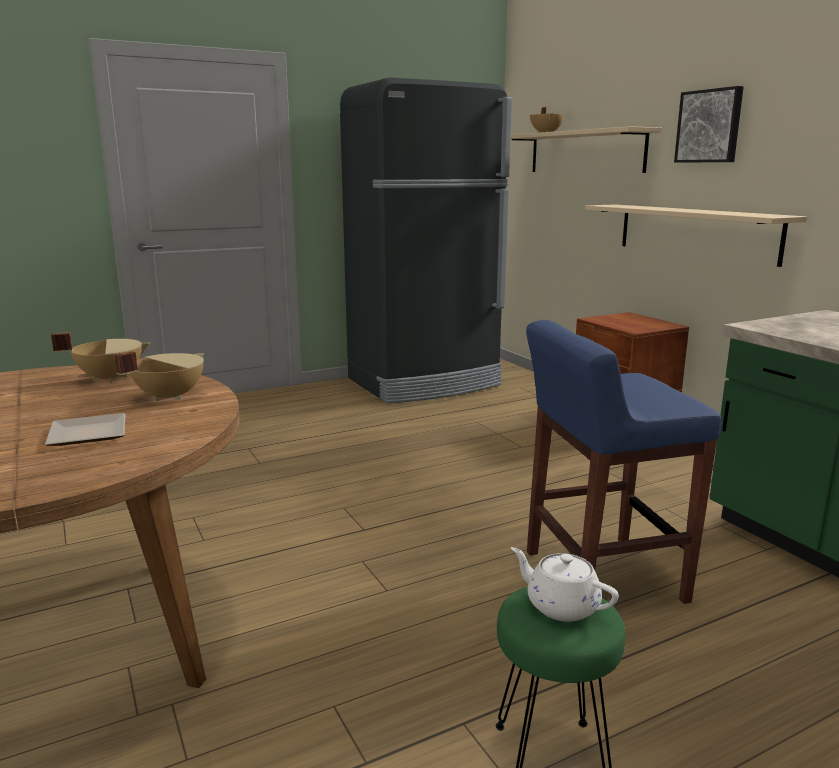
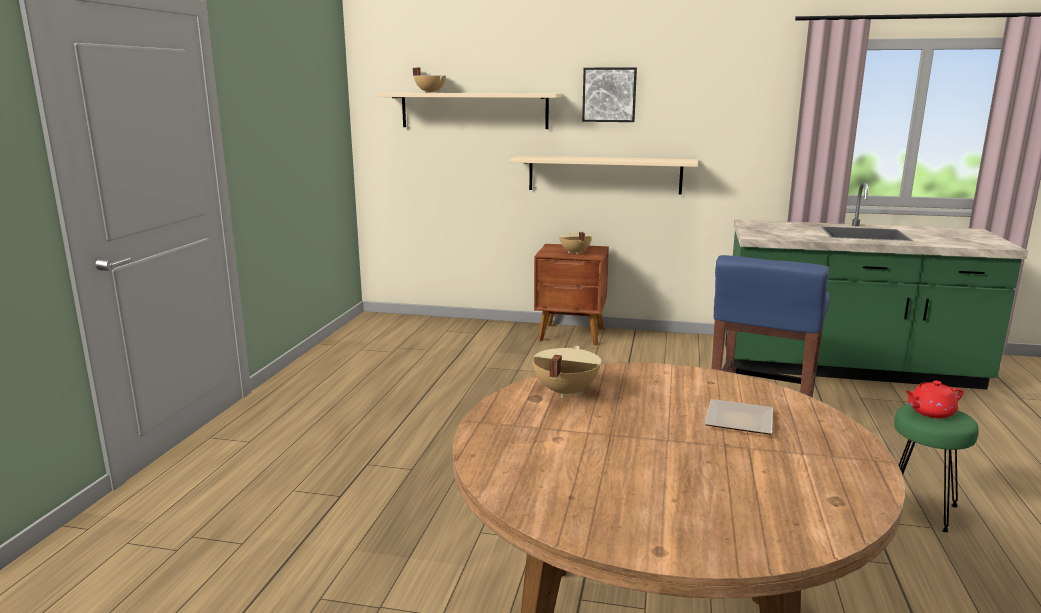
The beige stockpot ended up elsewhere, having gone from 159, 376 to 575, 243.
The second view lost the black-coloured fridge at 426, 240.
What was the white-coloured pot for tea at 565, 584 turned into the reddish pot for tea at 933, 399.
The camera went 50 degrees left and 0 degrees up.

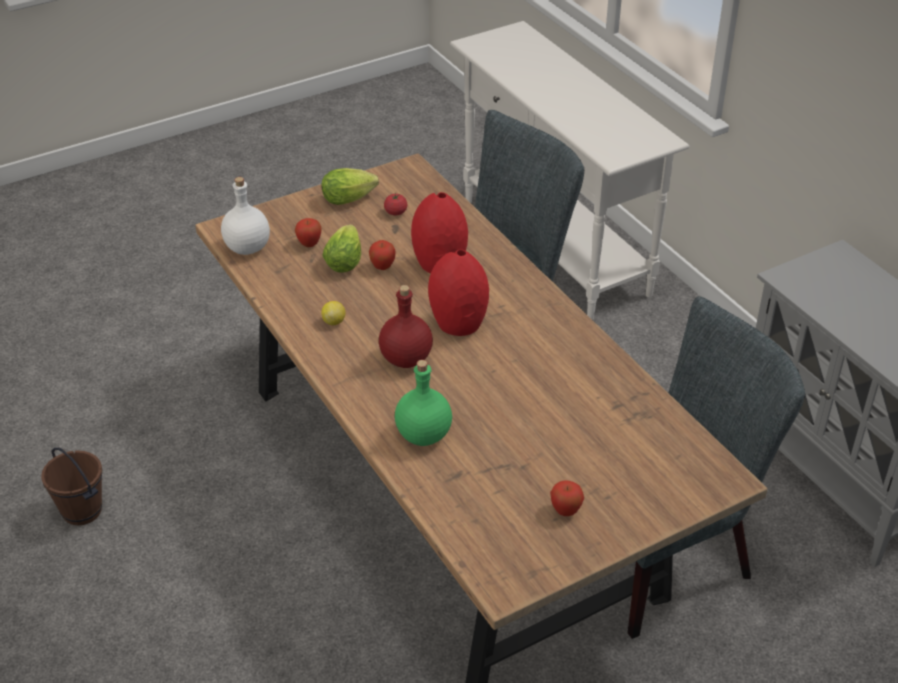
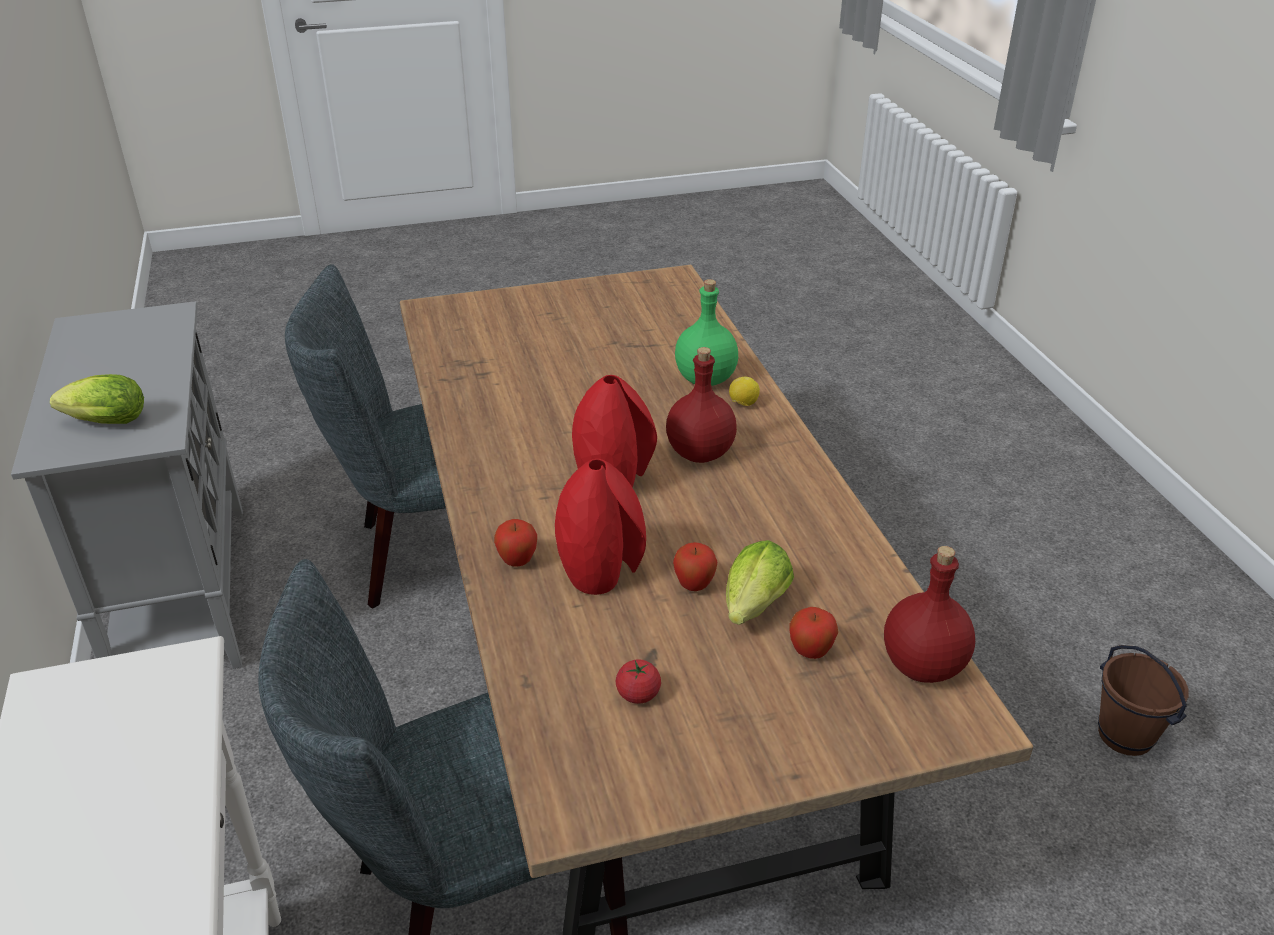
What was the white-coloured drink bottle at 245, 216 turned into the reddish drink bottle at 929, 614.
The head of lettuce ended up elsewhere, having gone from 350, 186 to 97, 399.
The lemon ended up elsewhere, having gone from 333, 313 to 744, 391.
The apple fruit ended up elsewhere, having gone from 567, 498 to 515, 543.
The camera went 165 degrees left and 5 degrees down.

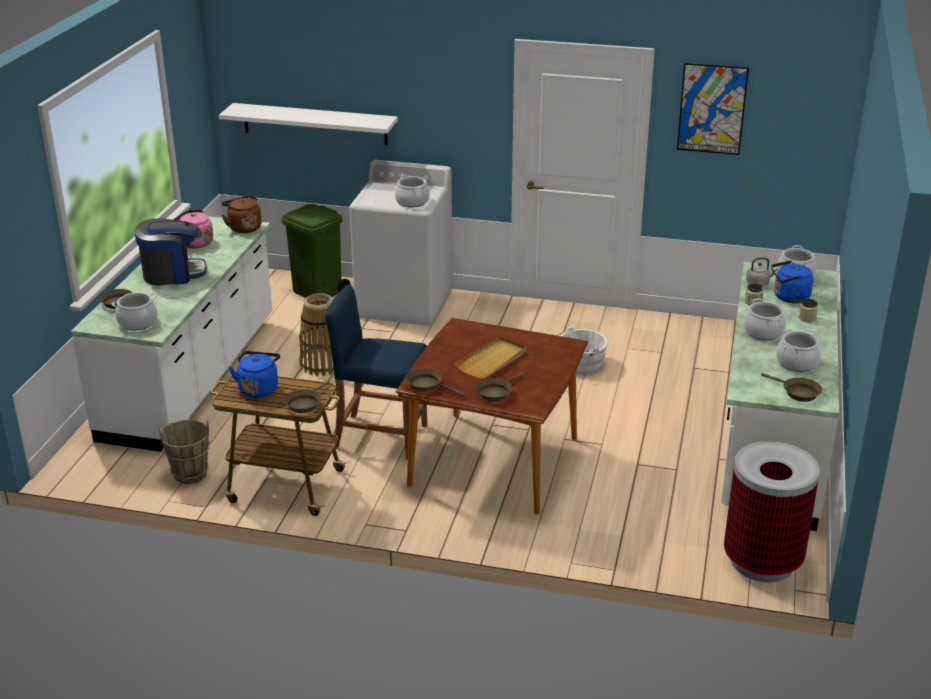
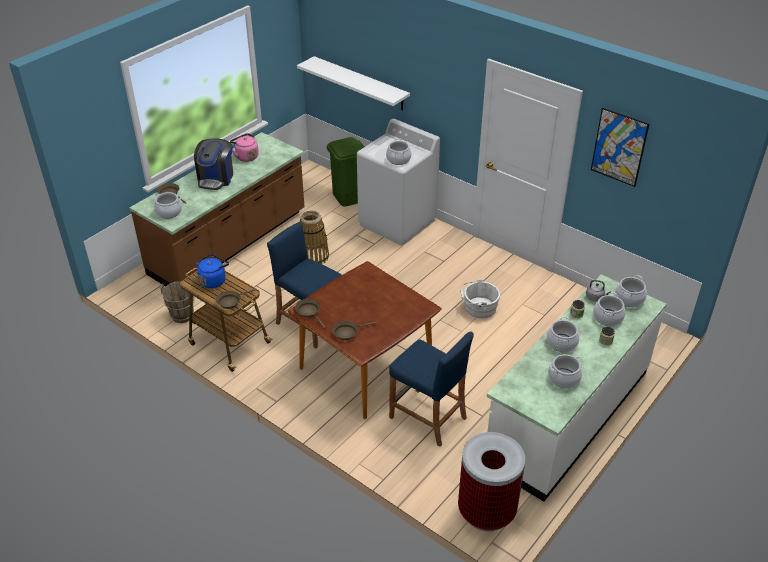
What was the white-coloured kitchen counter at 171, 334 turned into the brown-coloured kitchen counter at 217, 209.
The coffee machine at 170, 251 ended up facing another way, 90 degrees clockwise from before.
The second view lost the brown-coloured water kettle at 241, 214.
The second view lost the beige carrying tray at 490, 358.
The second view lost the brown-coloured frying pan at 791, 387.
Where the blue-coloured water kettle stood at 792, 281, the stockpot came to stand at 609, 309.
The second view gained the blue-coloured sitting stool at 431, 389.
The camera went 25 degrees right and 10 degrees up.

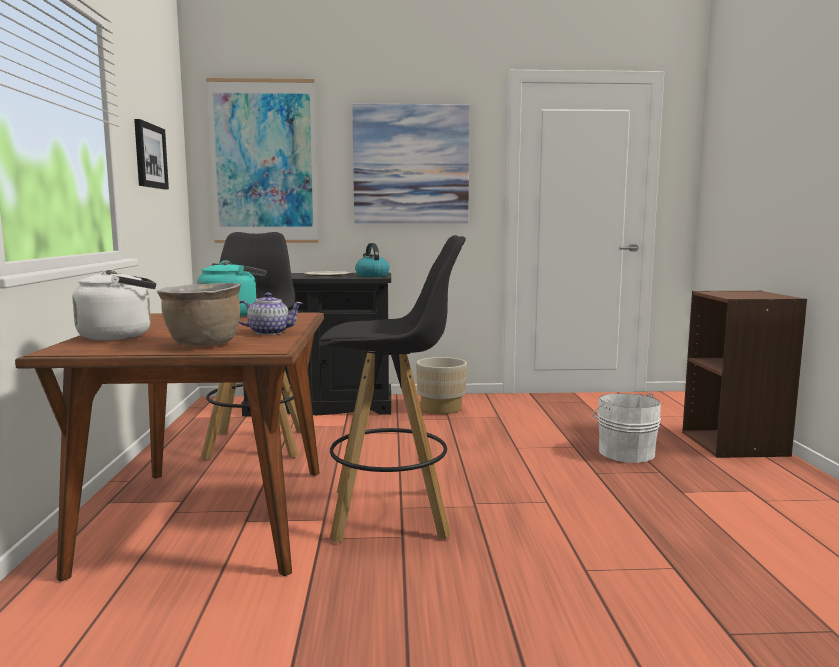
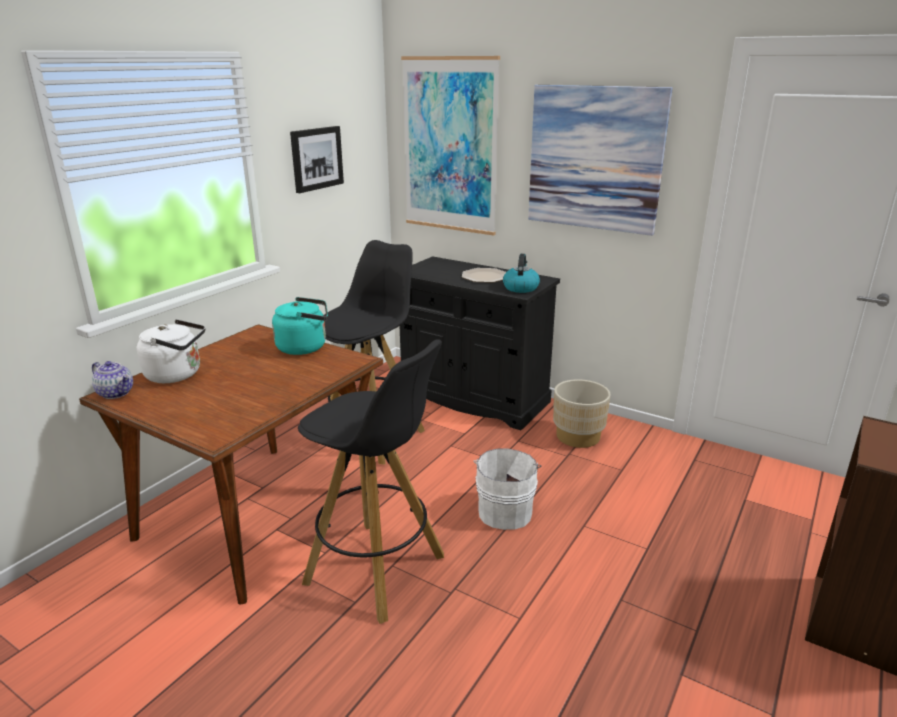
The second view lost the brown-coloured stockpot at 199, 314.
The pot for tea ended up elsewhere, having gone from 271, 313 to 112, 380.
The white-coloured water bucket ended up elsewhere, having gone from 626, 428 to 507, 489.
The camera went 35 degrees right and 15 degrees up.

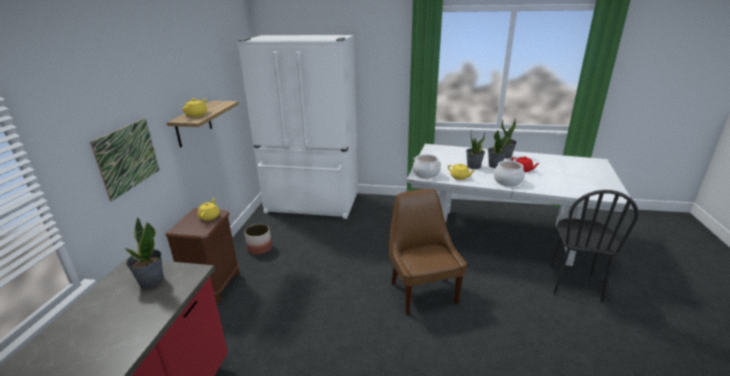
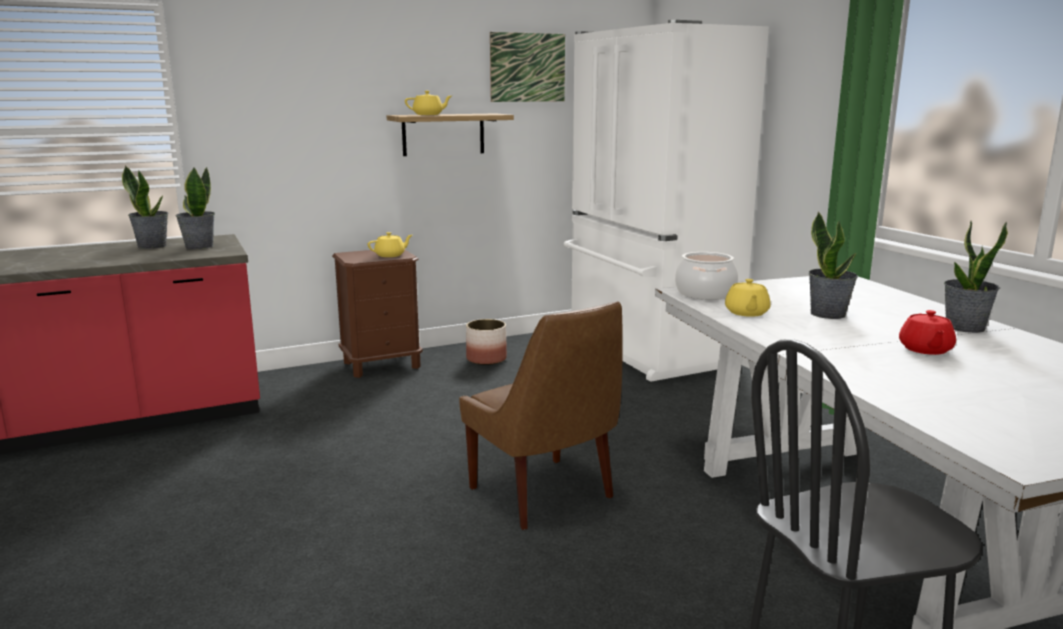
The wall art ended up elsewhere, having gone from 124, 159 to 527, 67.
The brown-coloured plain chair at 428, 251 ended up facing another way, 105 degrees clockwise from before.
The plant in a pot ended up elsewhere, having gone from 499, 148 to 145, 207.
The second view lost the stockpot at 509, 173.
The camera went 55 degrees right and 10 degrees down.

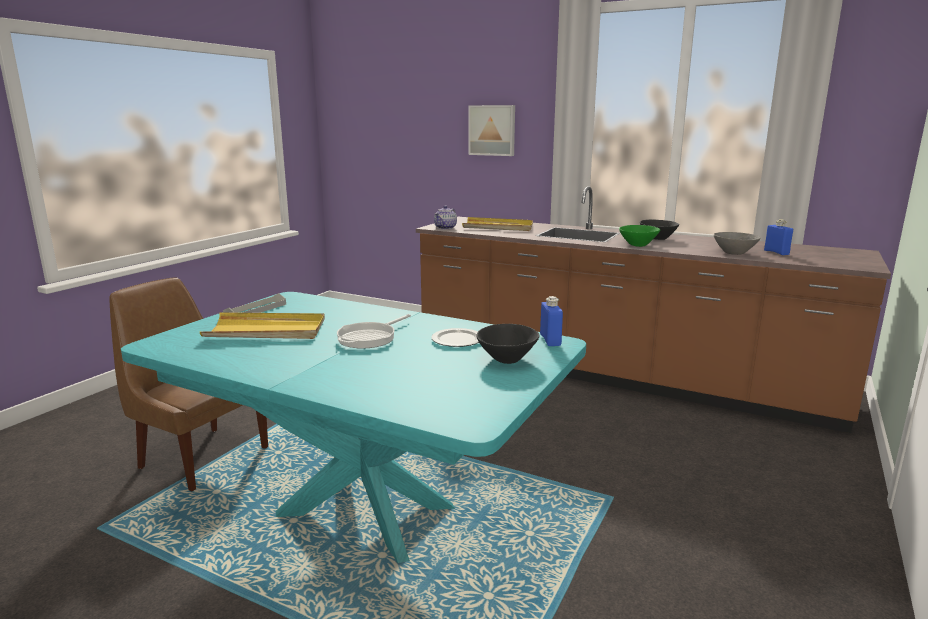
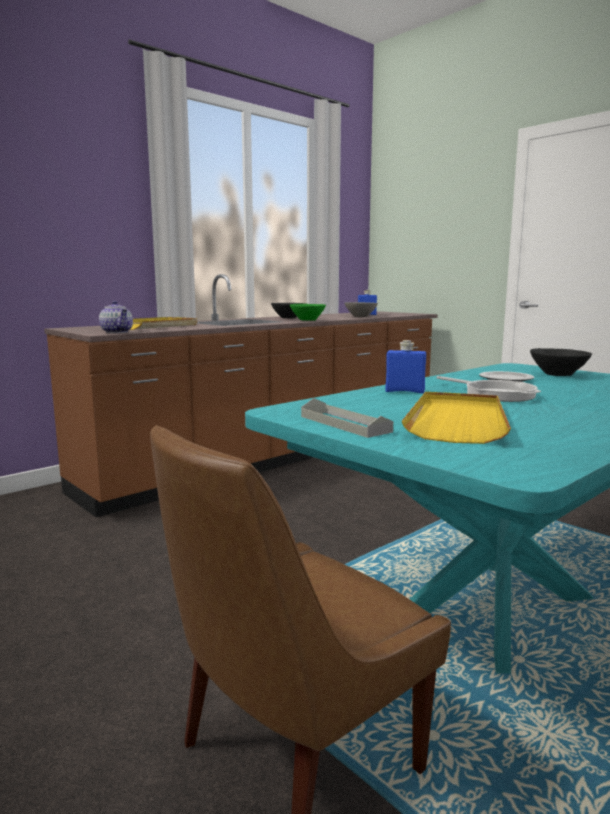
The second view lost the wall art at 491, 130.
The blue-coloured drink bottle ended up elsewhere, having gone from 551, 321 to 406, 367.
The camera went 70 degrees left and 5 degrees down.

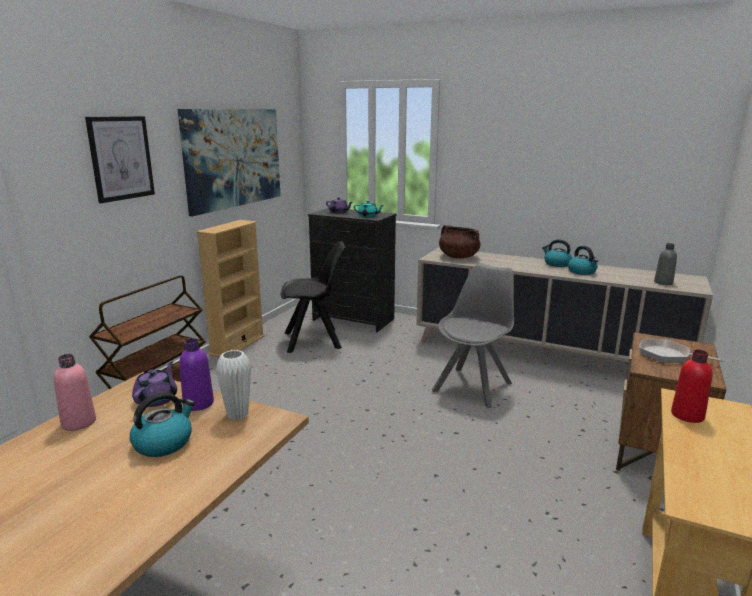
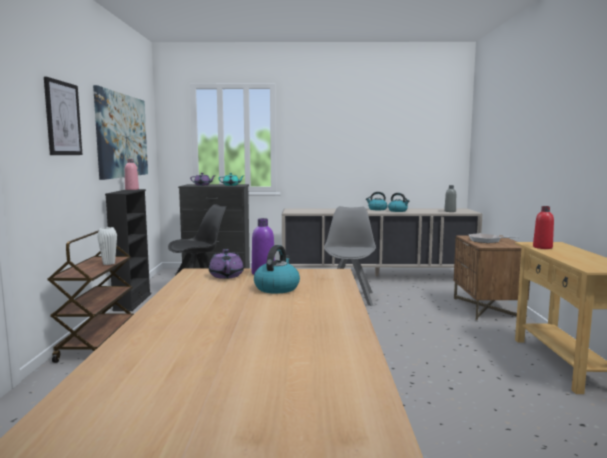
The pink-coloured drink bottle ended up elsewhere, having gone from 75, 392 to 132, 174.
What was the beige bookcase at 230, 288 turned into the black-coloured bookcase at 128, 250.
The white-coloured vase ended up elsewhere, having gone from 233, 385 to 107, 246.
The second view lost the brown-coloured stockpot at 460, 241.
The camera went 25 degrees left and 10 degrees down.

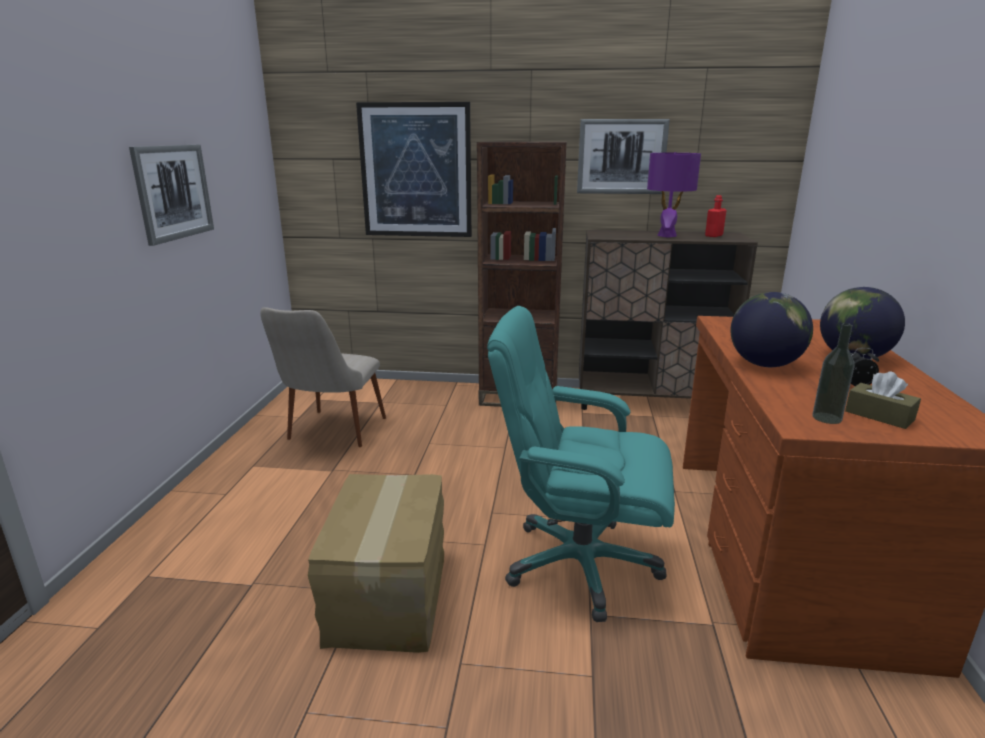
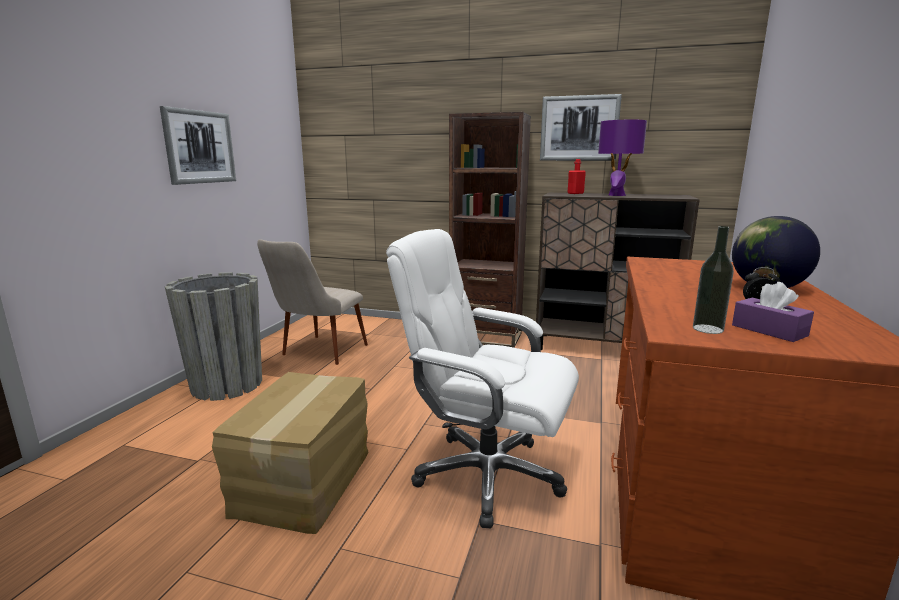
The second view lost the wall art at 414, 169.
What was the turquoise-coloured desk chair at 581, 464 turned into the white-coloured desk chair at 482, 378.
The reddish drink bottle ended up elsewhere, having gone from 715, 216 to 577, 176.
The second view lost the world globe at 772, 329.
What was the brown-coloured box of tissues at 883, 400 turned into the purplish box of tissues at 773, 312.
The second view gained the grey plant pot at 213, 336.
The camera went 10 degrees right and 5 degrees down.

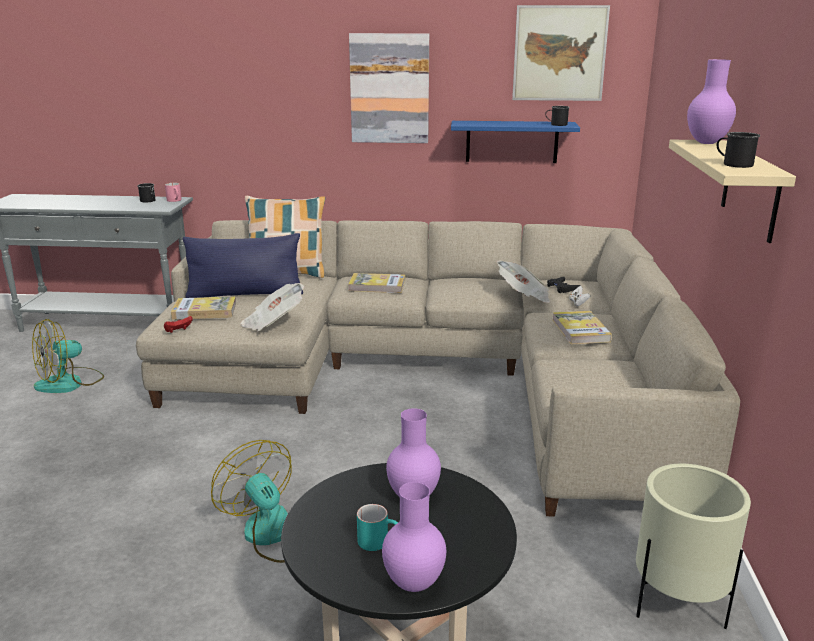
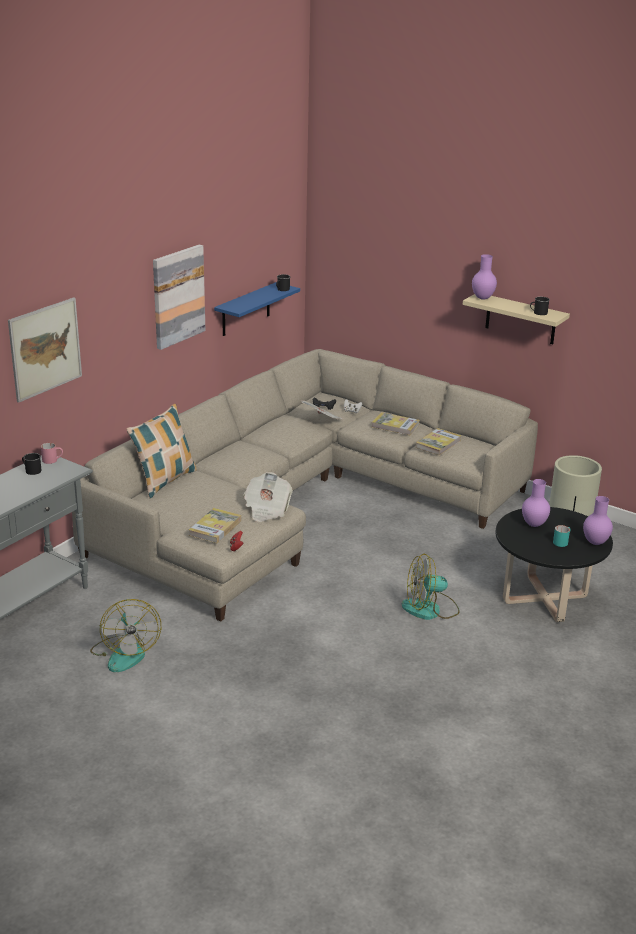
The second view lost the blue-coloured cushion at 243, 265.
The book ended up elsewhere, having gone from 376, 283 to 439, 442.
The wall art ended up elsewhere, having gone from 561, 53 to 45, 350.
The camera went 60 degrees left and 5 degrees up.

